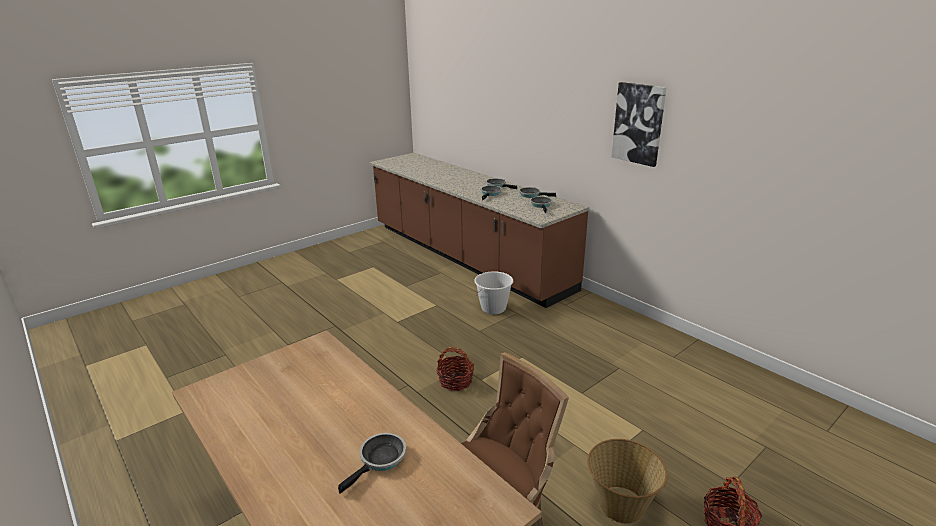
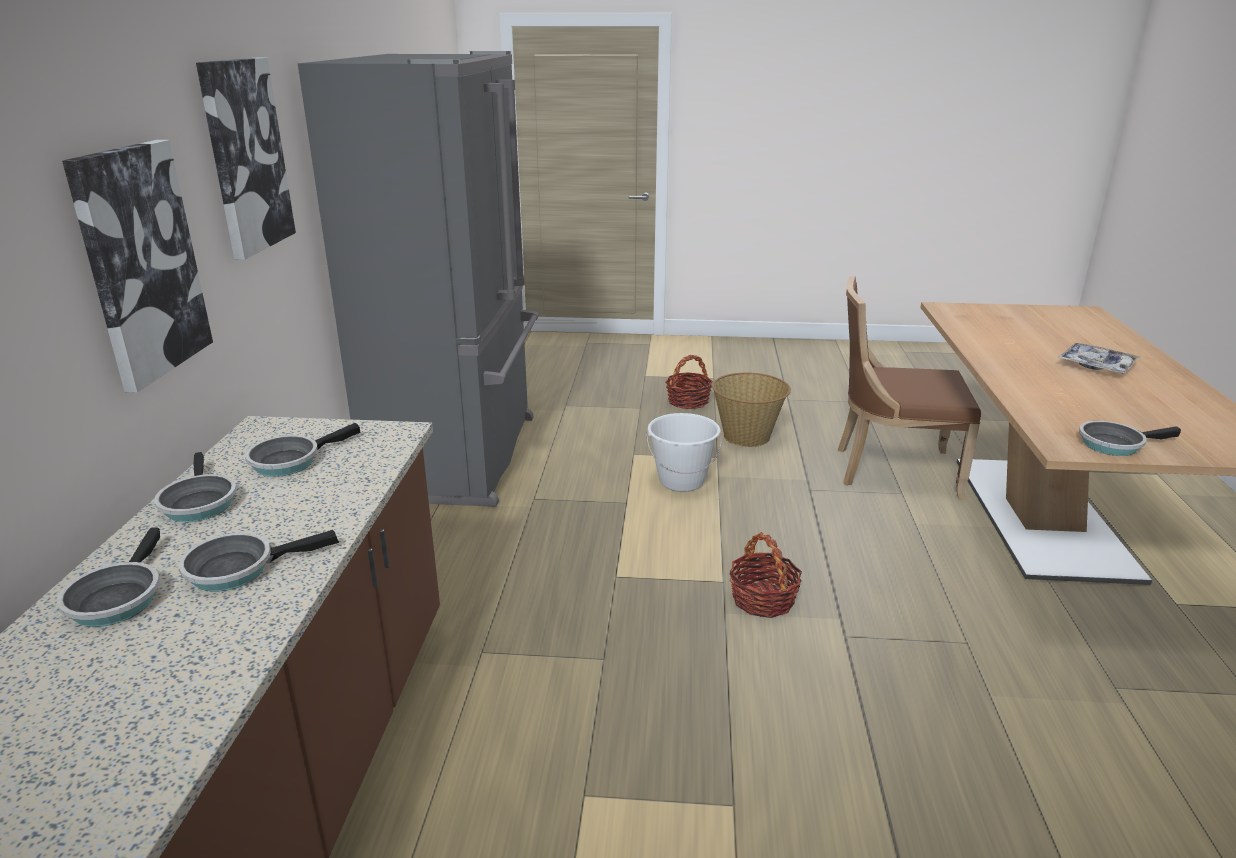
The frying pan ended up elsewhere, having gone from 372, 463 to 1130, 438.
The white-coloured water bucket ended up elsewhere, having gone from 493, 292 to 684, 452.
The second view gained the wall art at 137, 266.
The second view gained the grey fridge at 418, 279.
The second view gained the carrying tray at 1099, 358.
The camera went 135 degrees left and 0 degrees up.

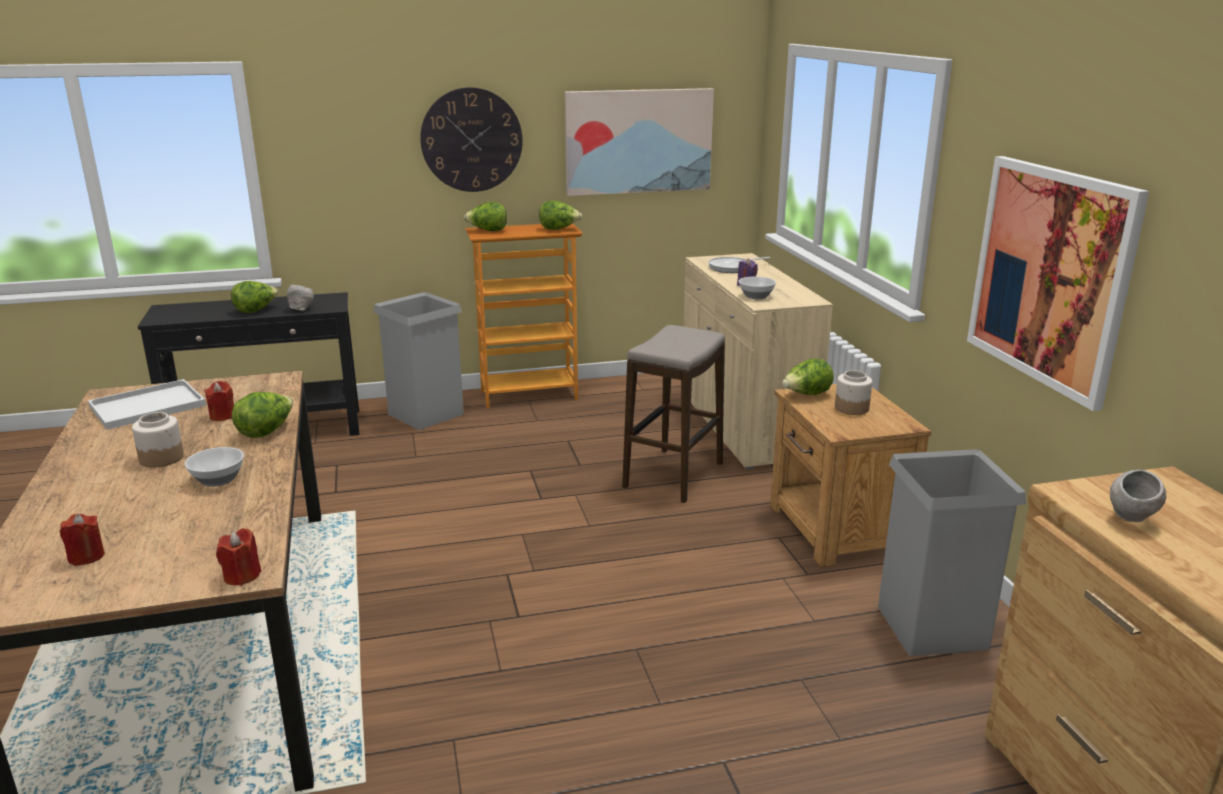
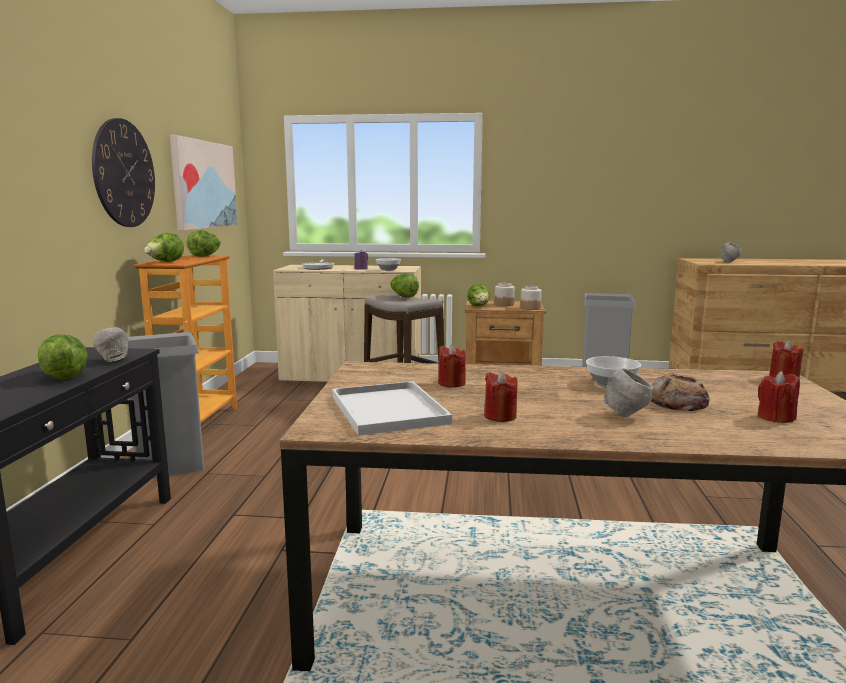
The preserve jar ended up elsewhere, having gone from 158, 440 to 531, 298.
The head of lettuce ended up elsewhere, having gone from 262, 415 to 404, 285.
The second view lost the wall art at 1058, 283.
The second view gained the reddish candle at 500, 396.
The second view gained the grey deep dish at 628, 392.
The second view gained the baked bread at 680, 392.
The camera went 70 degrees left and 10 degrees down.

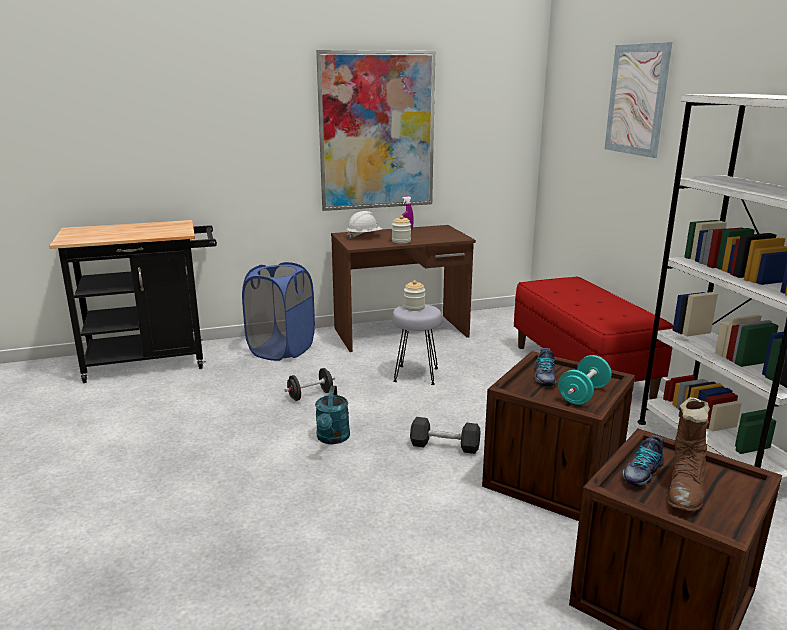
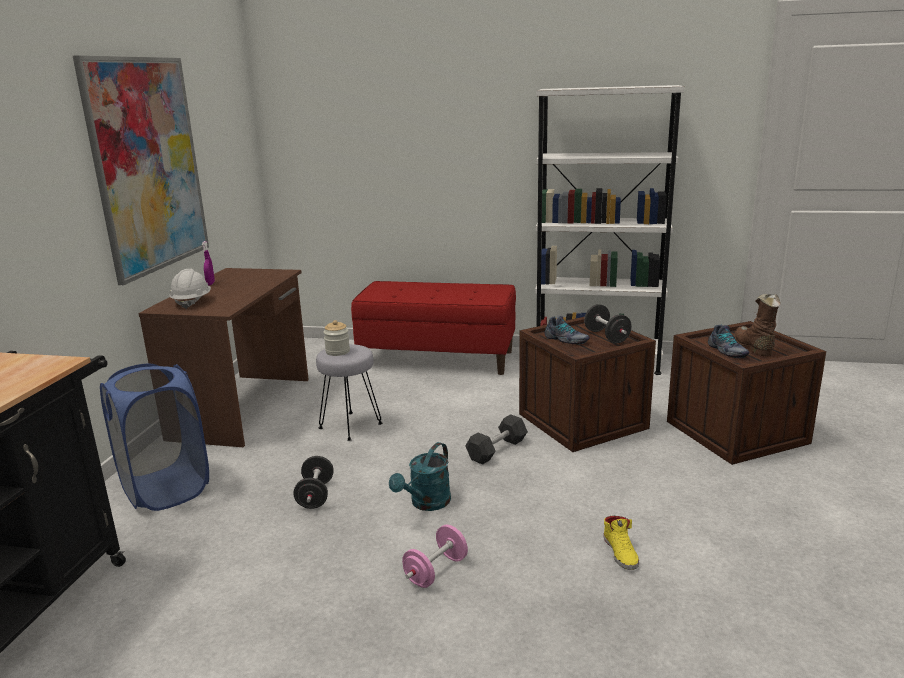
The turquoise-coloured sprinkling can at 332, 415 ended up facing another way, 90 degrees clockwise from before.
The second view lost the preserve jar at 401, 229.
What was the turquoise-coloured free weight at 584, 380 turned into the black-coloured free weight at 608, 323.
The second view lost the wall art at 638, 100.
The brown-coloured tall boot at 688, 454 ended up facing another way, 150 degrees counterclockwise from before.
The second view gained the pink-coloured free weight at 435, 556.
The second view gained the yellow-coloured item of footwear at 621, 543.
The camera went 60 degrees left and 0 degrees up.

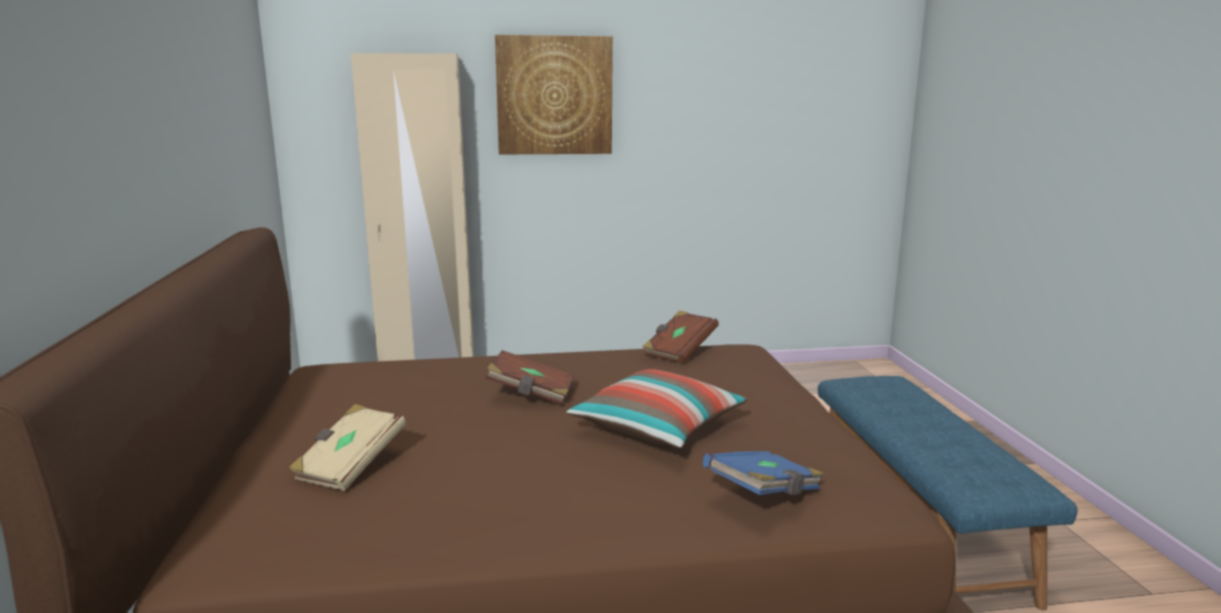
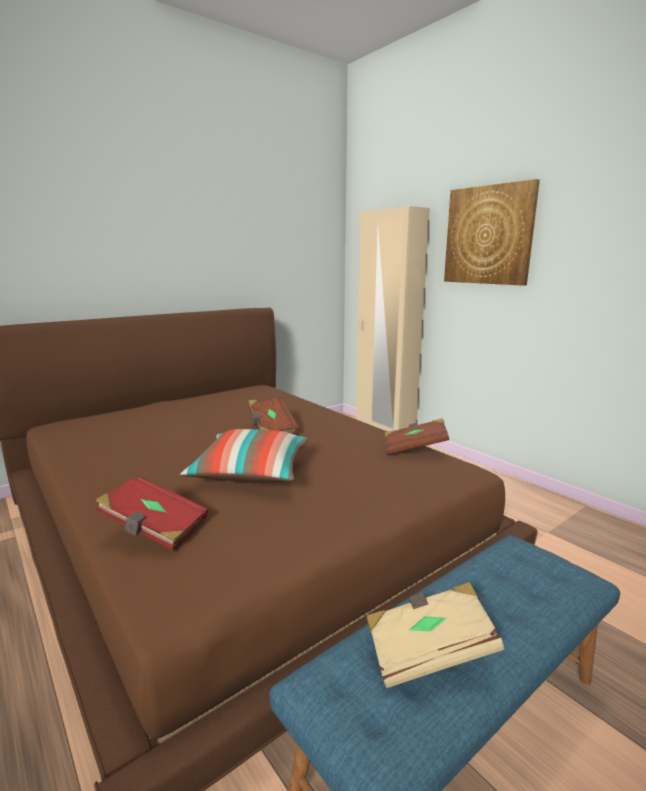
The beige book ended up elsewhere, having gone from 347, 447 to 435, 635.
What was the blue-coloured book at 764, 473 turned into the reddish book at 152, 513.
The camera went 60 degrees right and 0 degrees up.

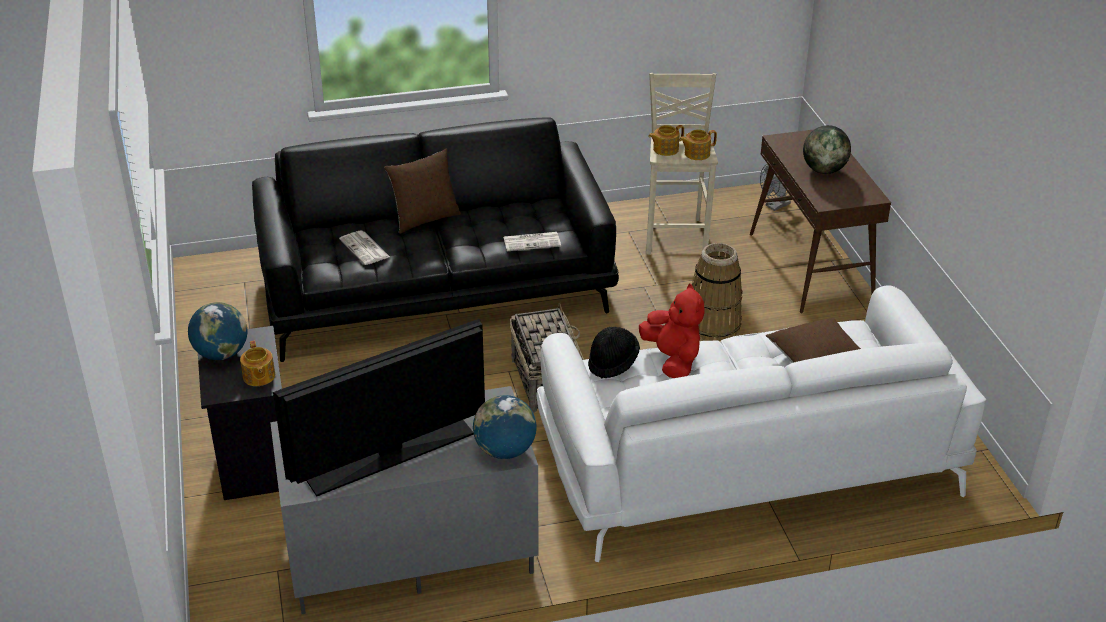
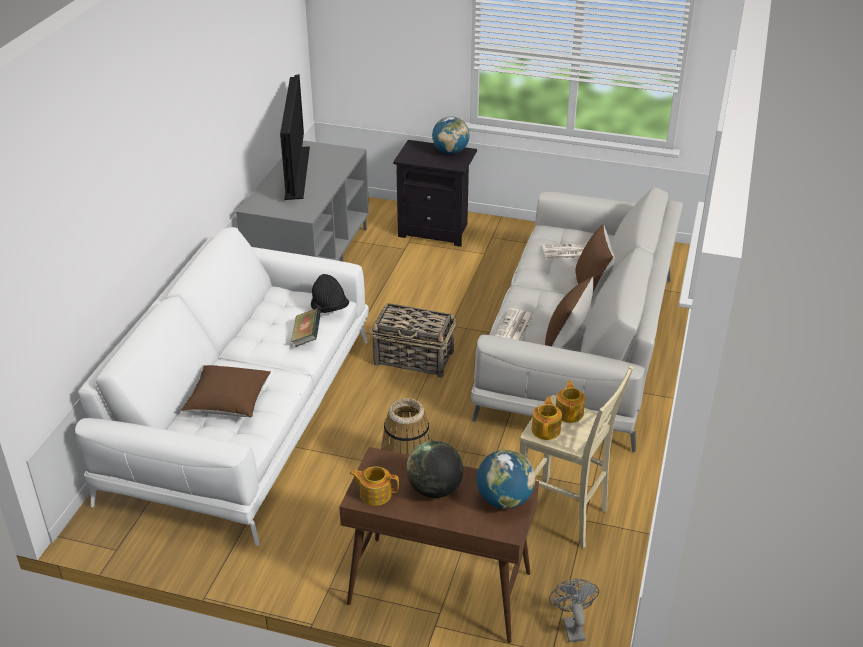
The pot for tea ended up elsewhere, having gone from 257, 363 to 374, 486.
What was the black-coloured sofa at 435, 239 turned into the white-coloured sofa at 577, 320.
The world globe ended up elsewhere, having gone from 505, 427 to 506, 479.
Where the reddish soft toy stood at 671, 330, the book came to stand at 306, 327.
The second view gained the brown-coloured cushion at 569, 312.
The camera went 120 degrees right and 0 degrees up.

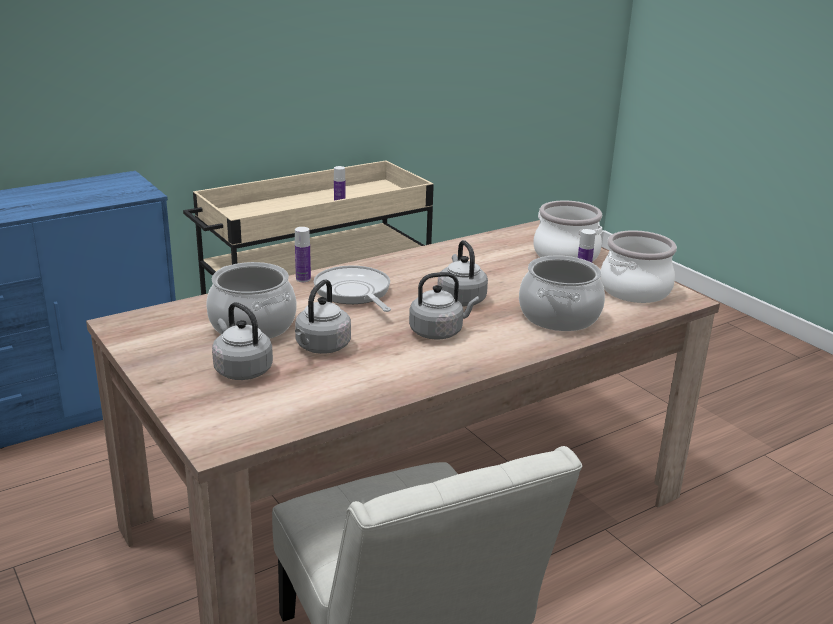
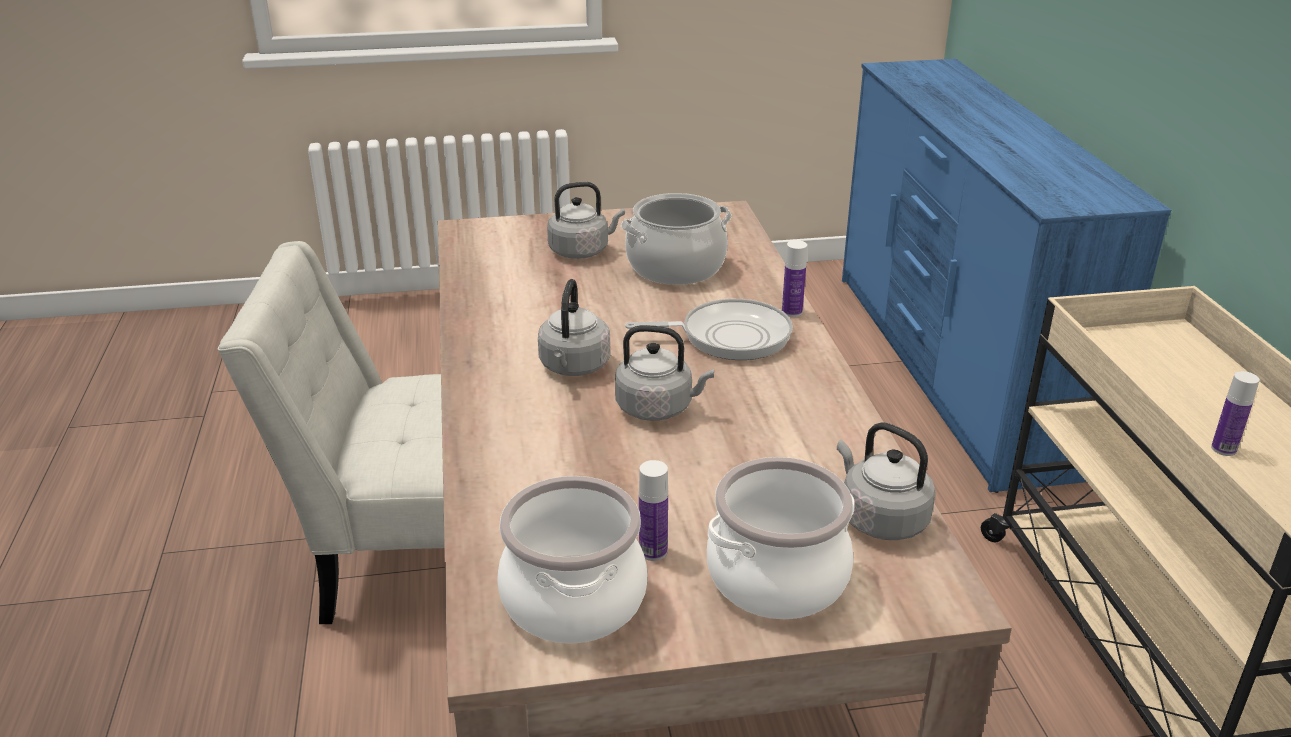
The grey water kettle ended up elsewhere, having gone from 323, 316 to 886, 481.
The second view lost the stockpot at 562, 293.
The camera went 115 degrees right and 5 degrees up.

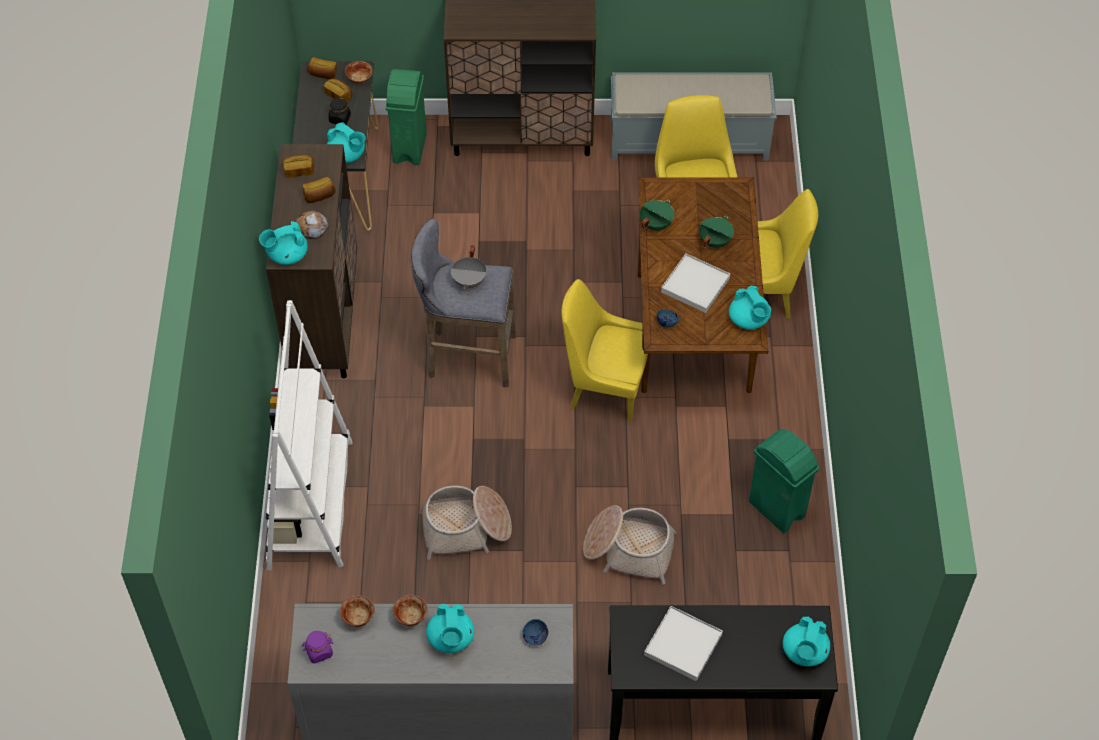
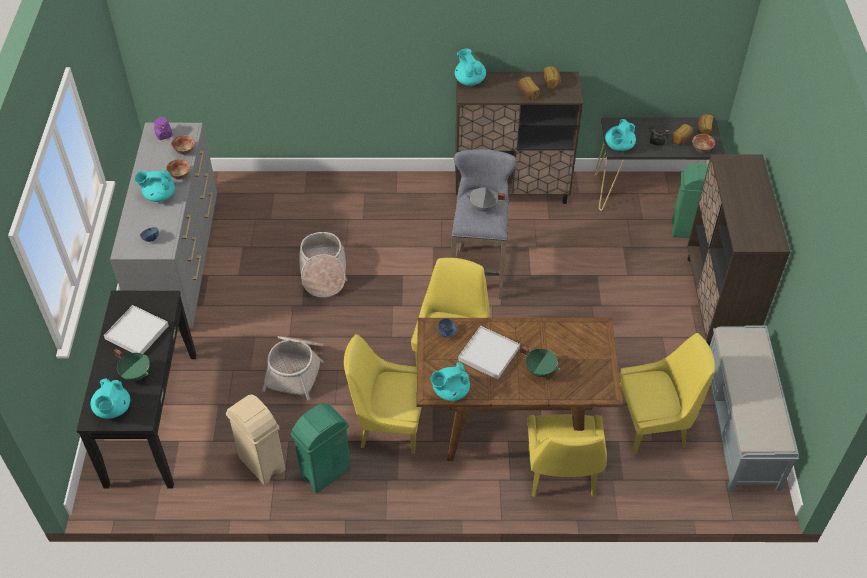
The second view lost the white-coloured bookcase at 309, 435.
The second view lost the baked bread at 312, 225.
The greenish stockpot ended up elsewhere, having gone from 657, 215 to 132, 365.
The turquoise-coloured pot for tea at 806, 641 ended up facing another way, 105 degrees counterclockwise from before.
The second view gained the beige rubbish bin at 255, 439.
The second view gained the yellow-coloured plain chair at 383, 394.
The camera went 90 degrees right and 5 degrees down.

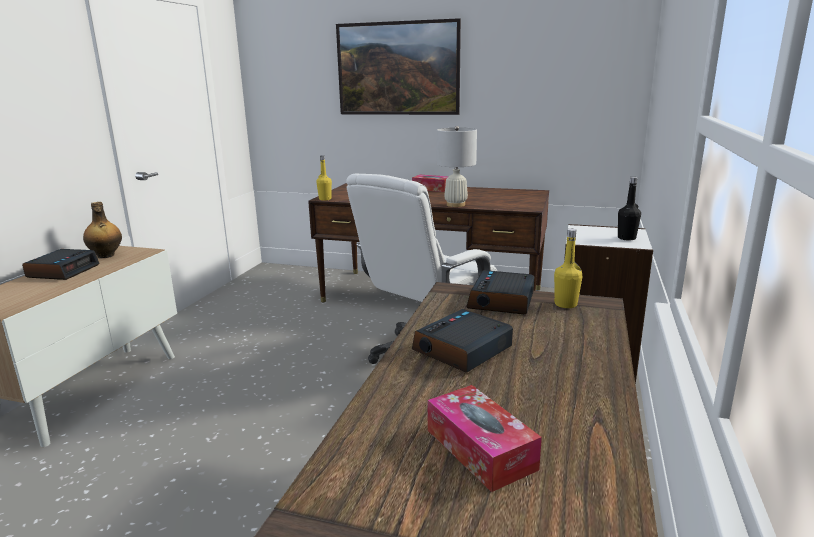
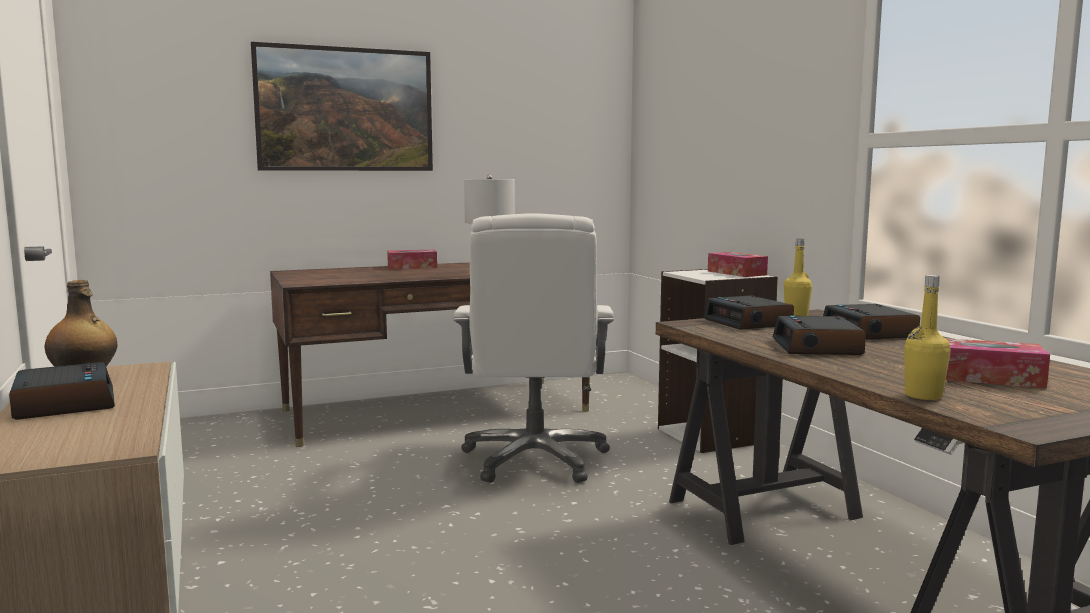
The yellow-coloured drink bottle ended up elsewhere, having gone from 324, 178 to 927, 337.
Where the black-coloured drink bottle stood at 629, 209, the box of tissues came to stand at 738, 264.
The second view gained the table clock at 871, 321.
The camera went 40 degrees left and 10 degrees down.

